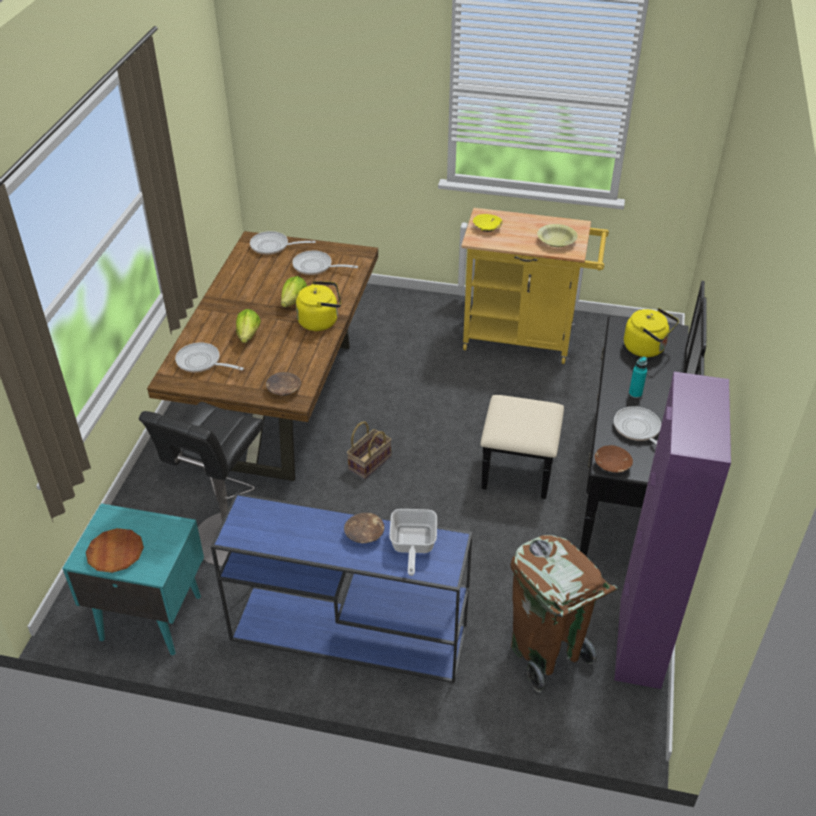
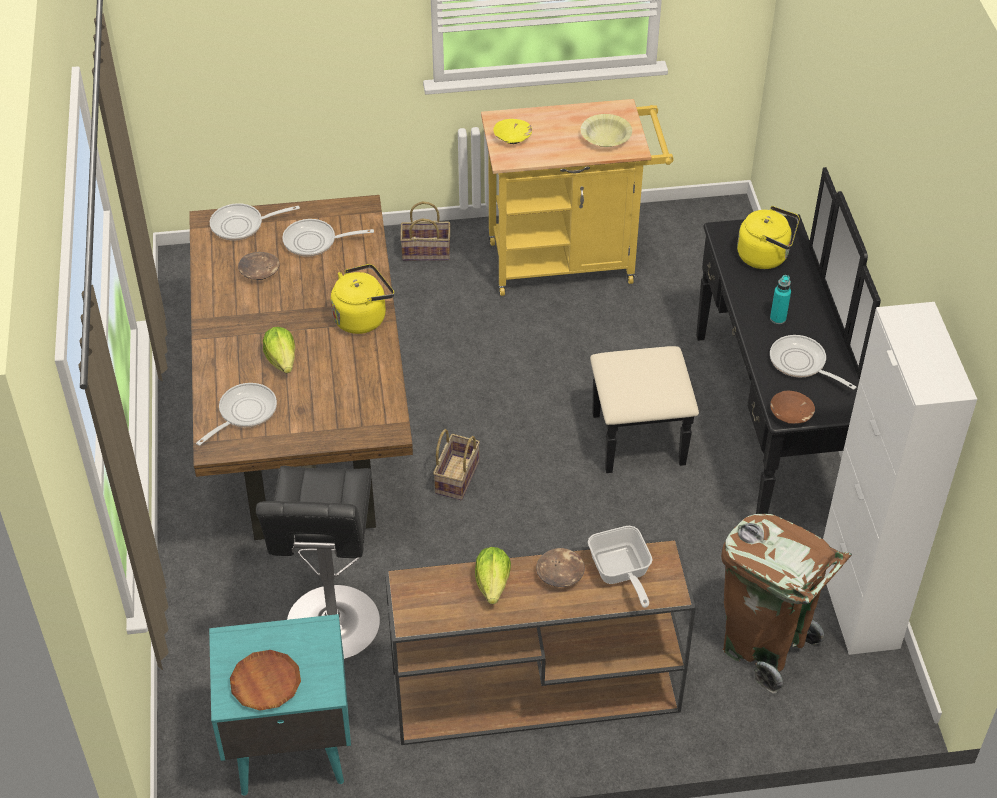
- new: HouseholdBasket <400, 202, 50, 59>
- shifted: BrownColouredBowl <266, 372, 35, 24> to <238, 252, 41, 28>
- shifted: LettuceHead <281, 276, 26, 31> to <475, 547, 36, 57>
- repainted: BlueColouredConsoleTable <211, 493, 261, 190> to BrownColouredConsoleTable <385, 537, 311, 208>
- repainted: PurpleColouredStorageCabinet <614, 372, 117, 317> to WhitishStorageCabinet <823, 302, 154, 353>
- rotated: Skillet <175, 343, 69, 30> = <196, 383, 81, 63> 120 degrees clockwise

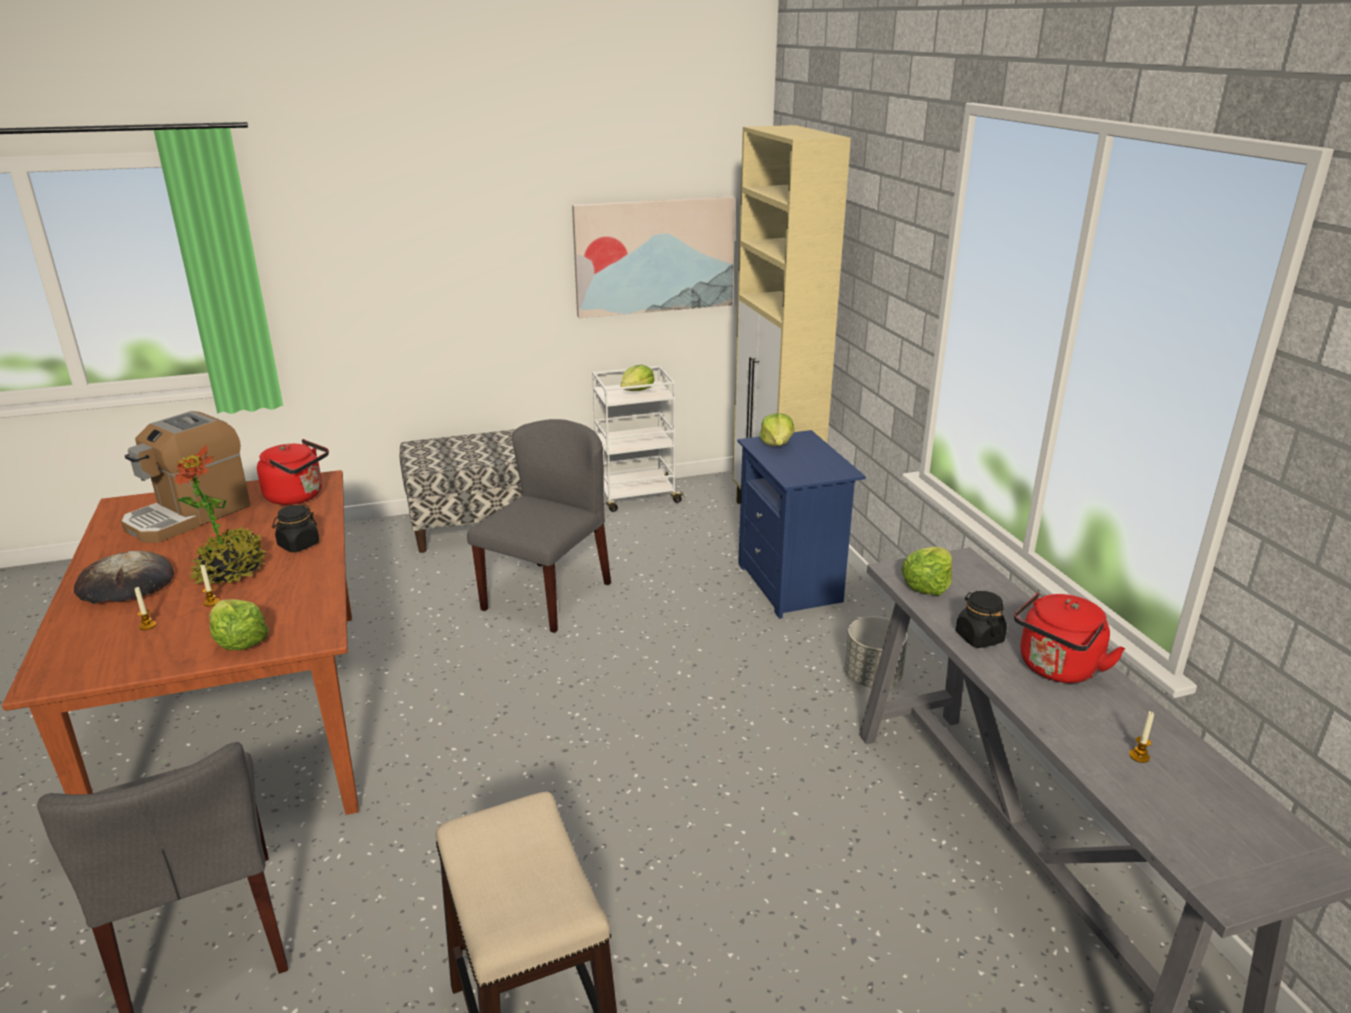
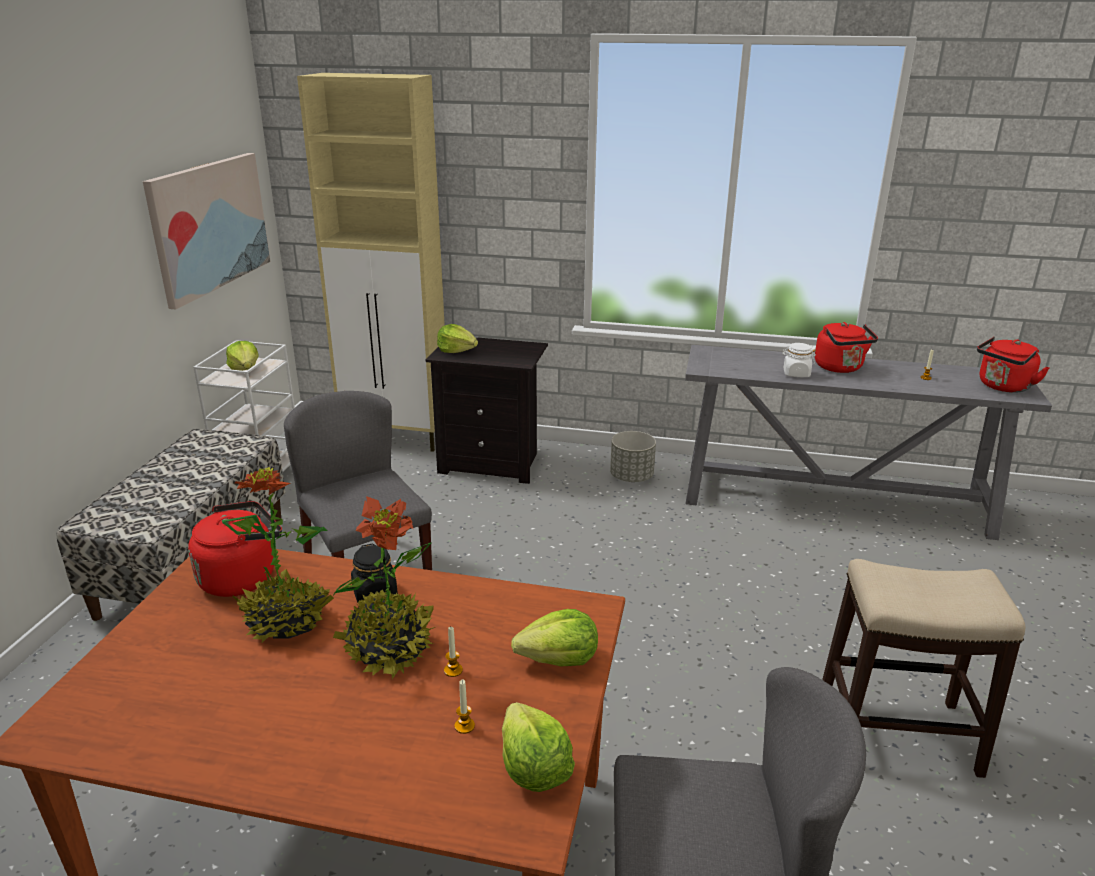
- gone: BakedBread <74, 551, 100, 53>
- gone: CoffeeMachine <121, 411, 130, 131>
- new: PottedPlant <222, 467, 112, 176>
- new: RedColouredKettle <977, 337, 72, 56>
- shifted: LettuceHead <901, 546, 51, 50> to <502, 702, 73, 90>
- repainted: BlueColouredNightTable <737, 430, 129, 189> to BlackishNightTable <426, 337, 122, 147>
- repainted: BlackishJar <956, 591, 51, 57> to WhitishJar <782, 343, 34, 34>

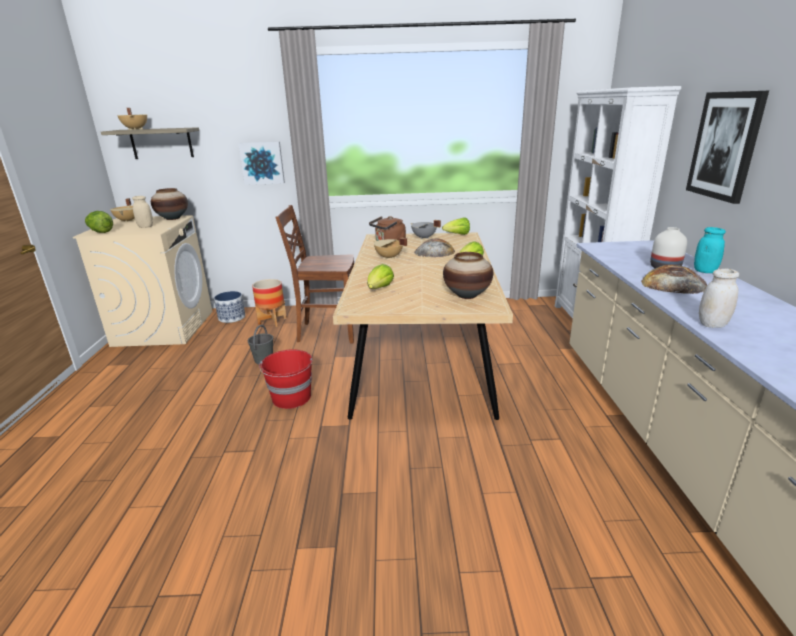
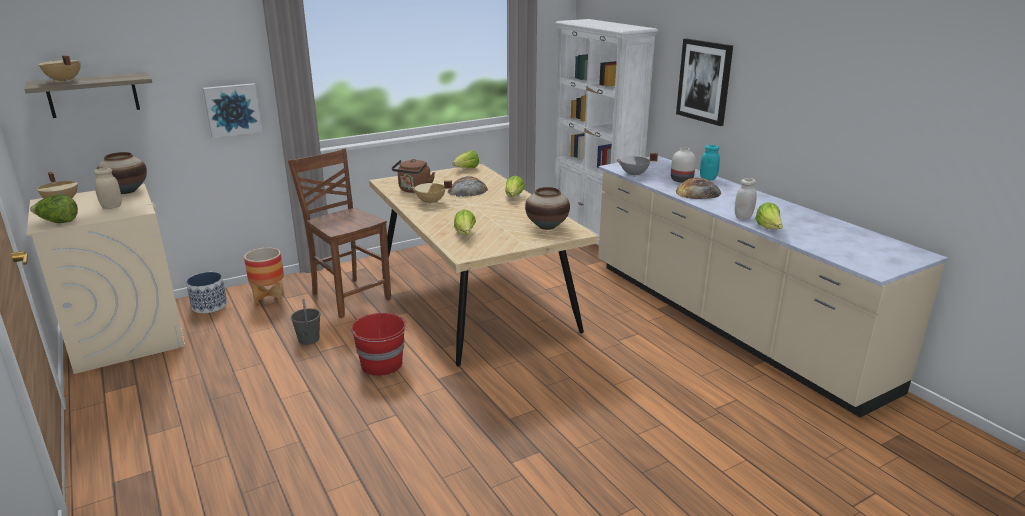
- new: LettuceHead <755, 202, 28, 27>
- shifted: GrayCookingPot <411, 220, 30, 19> to <616, 153, 42, 24>
- rotated: BrownColouredChair <276, 205, 78, 138> = <288, 149, 103, 169> 75 degrees clockwise

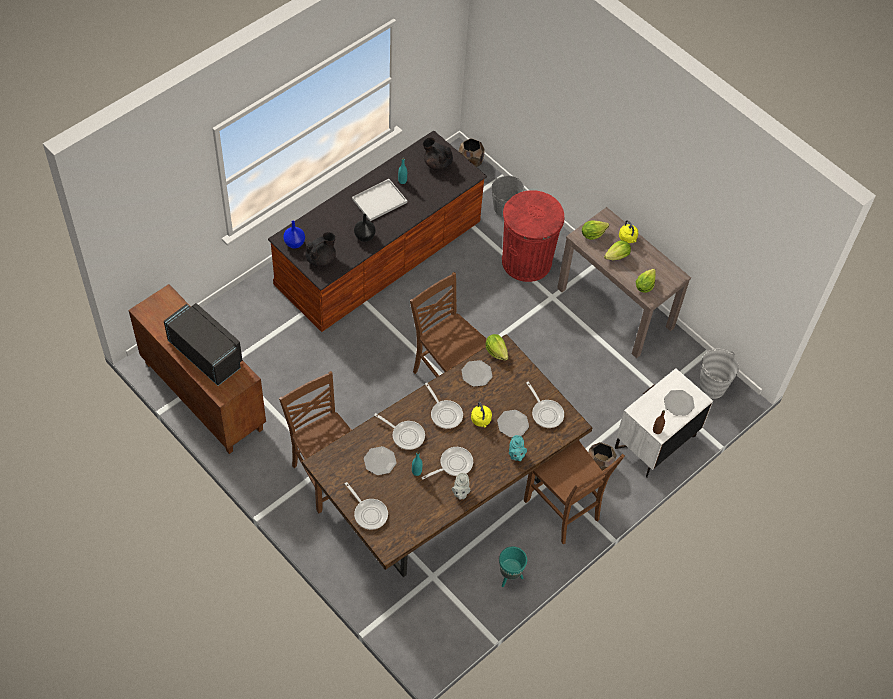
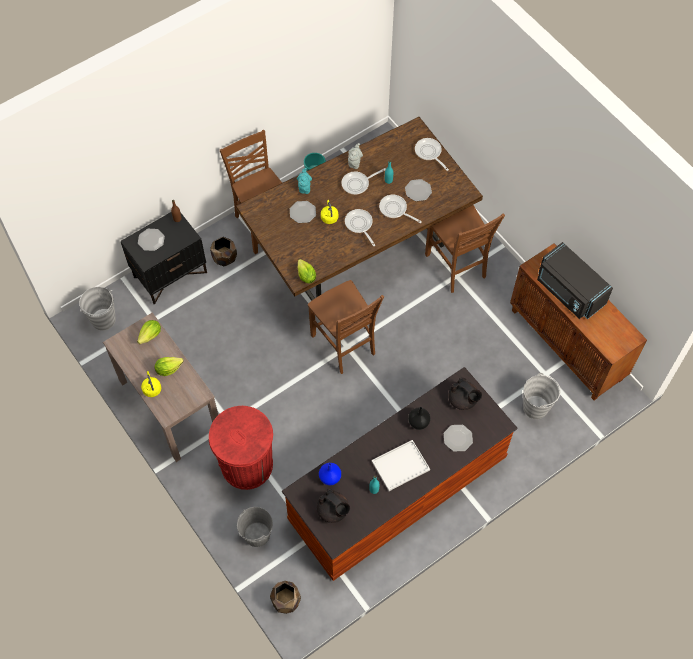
- gone: Skillet <526, 382, 38, 46>
- gone: LettuceHead <582, 220, 27, 20>
- new: GrayBucket <523, 372, 37, 47>
- shifted: BlueColouredVase <283, 221, 22, 28> to <319, 463, 22, 22>
- shifted: FlatDish <461, 360, 32, 27> to <444, 425, 29, 27>
- repainted: WhitishNightTable <615, 368, 98, 109> to BlackishNightTable <121, 212, 86, 93>
- rotated: BlackishTeaPot <305, 232, 31, 35> = <448, 378, 34, 32> 105 degrees counterclockwise

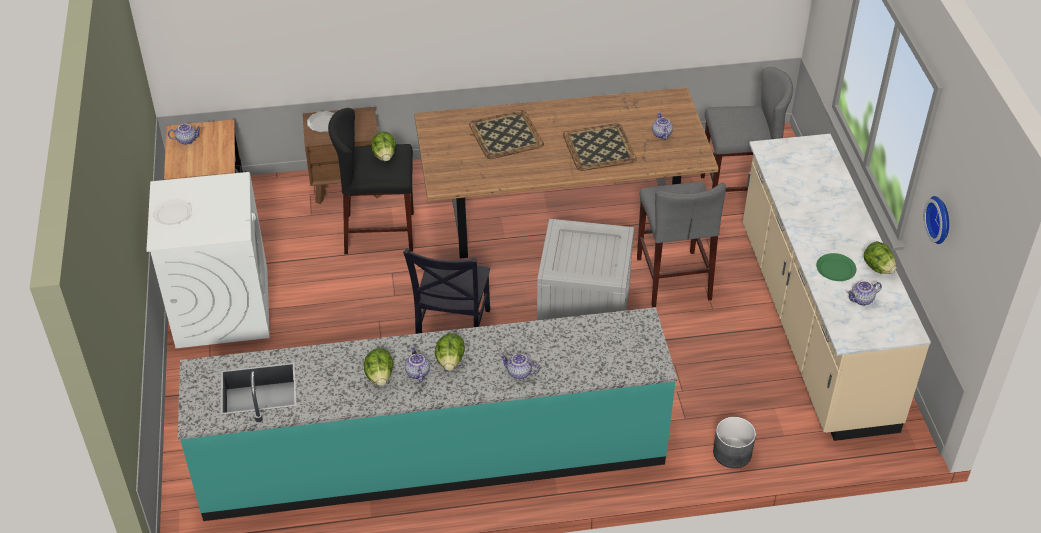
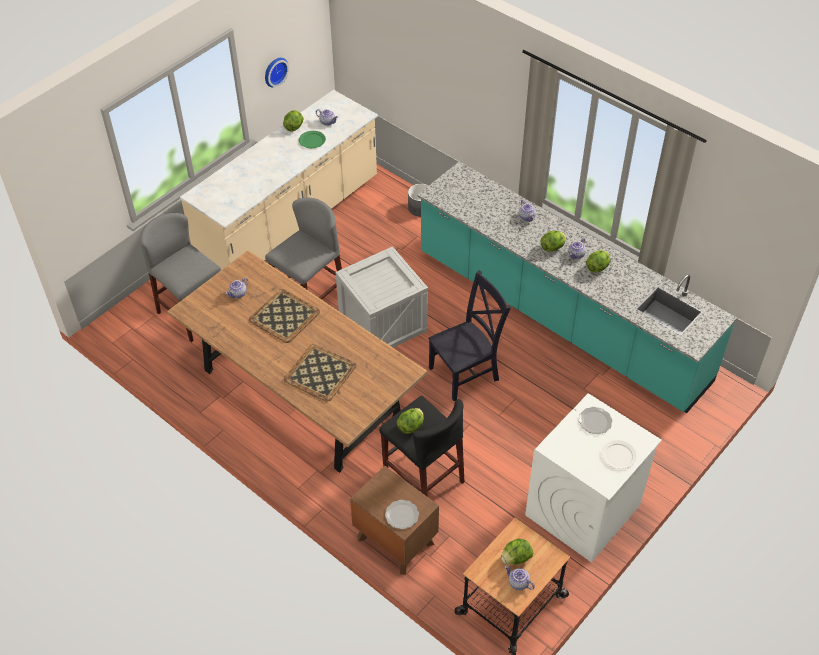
- new: LettuceHead <501, 539, 32, 26>
- new: FlatDish <579, 407, 33, 27>

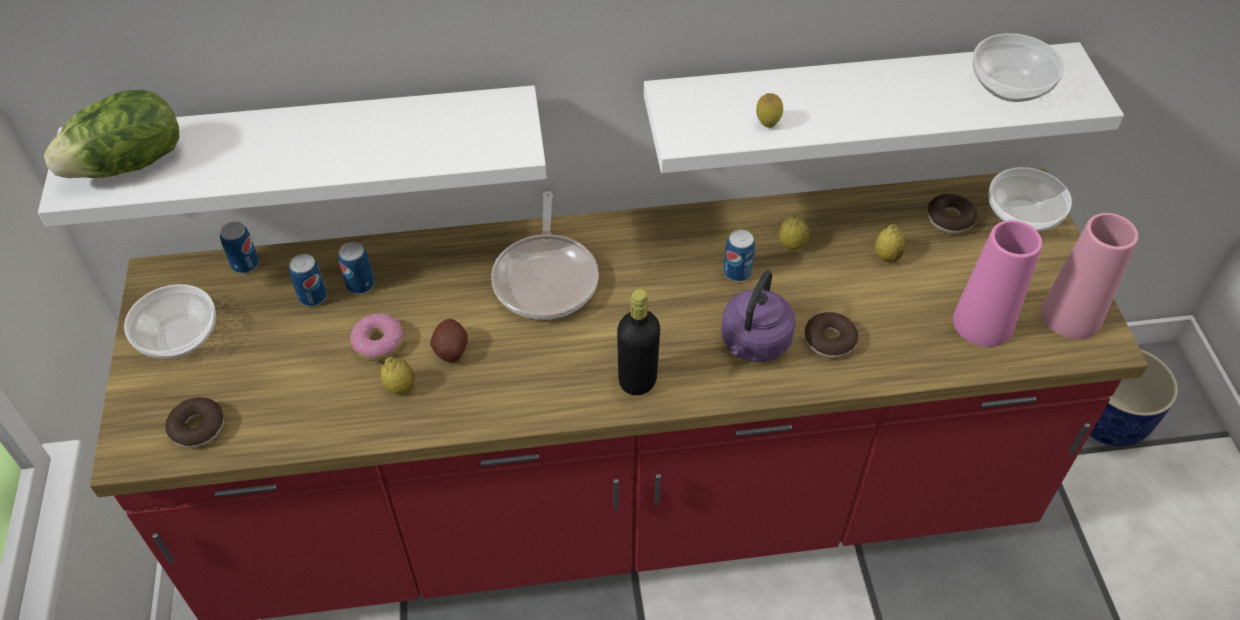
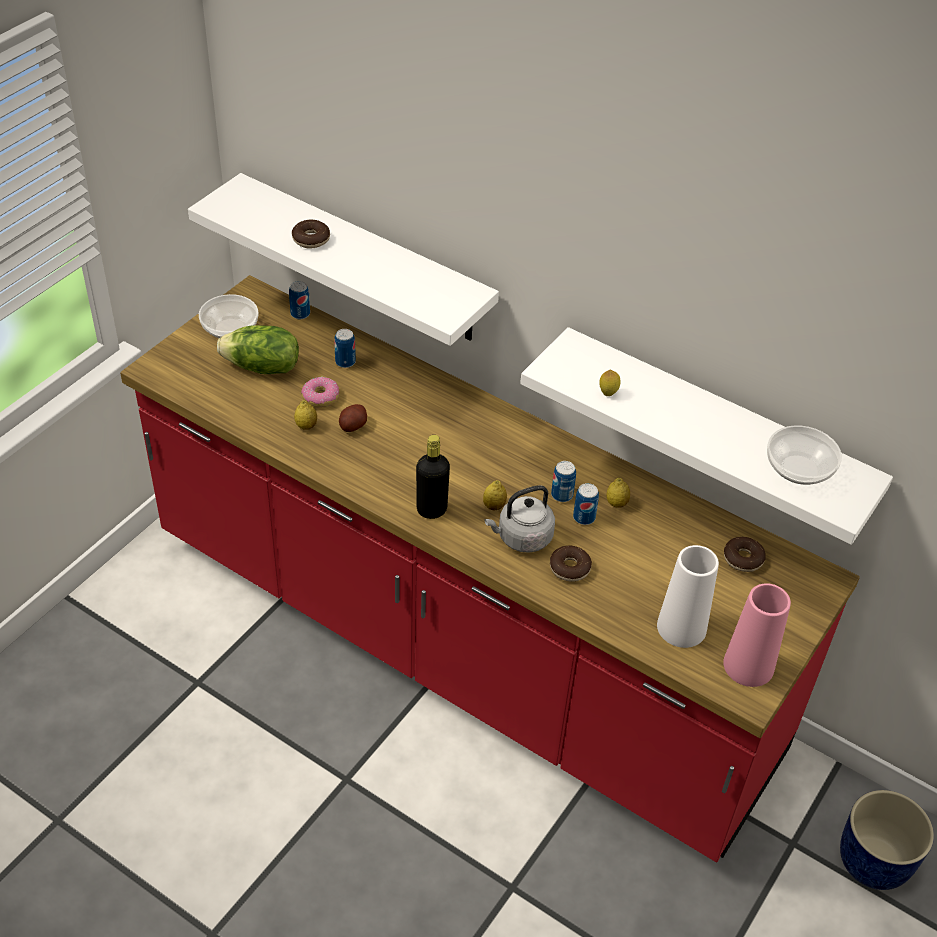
- gone: Skillet <491, 191, 108, 129>
- gone: Bowl <989, 167, 83, 65>
- shifted: LettuceHead <44, 90, 135, 88> to <217, 325, 82, 49>
- shifted: RingDoughnut <166, 397, 58, 51> to <292, 220, 38, 29>
- shifted: SealedCan <289, 254, 38, 52> to <573, 483, 26, 42>
- shifted: CitrusFruit <875, 224, 31, 38> to <483, 480, 24, 31>
- repainted: PurpleColouredKettle <721, 270, 74, 92> to GrayKettle <484, 485, 71, 68>
- repainted: PinkColouredVase <953, 220, 89, 127> to WhitishVase <657, 545, 62, 103>

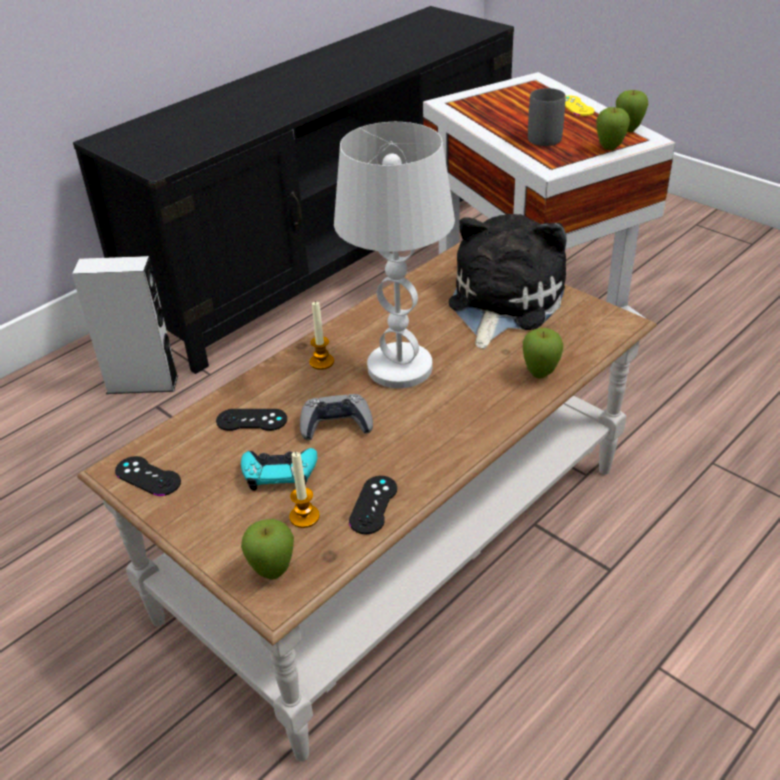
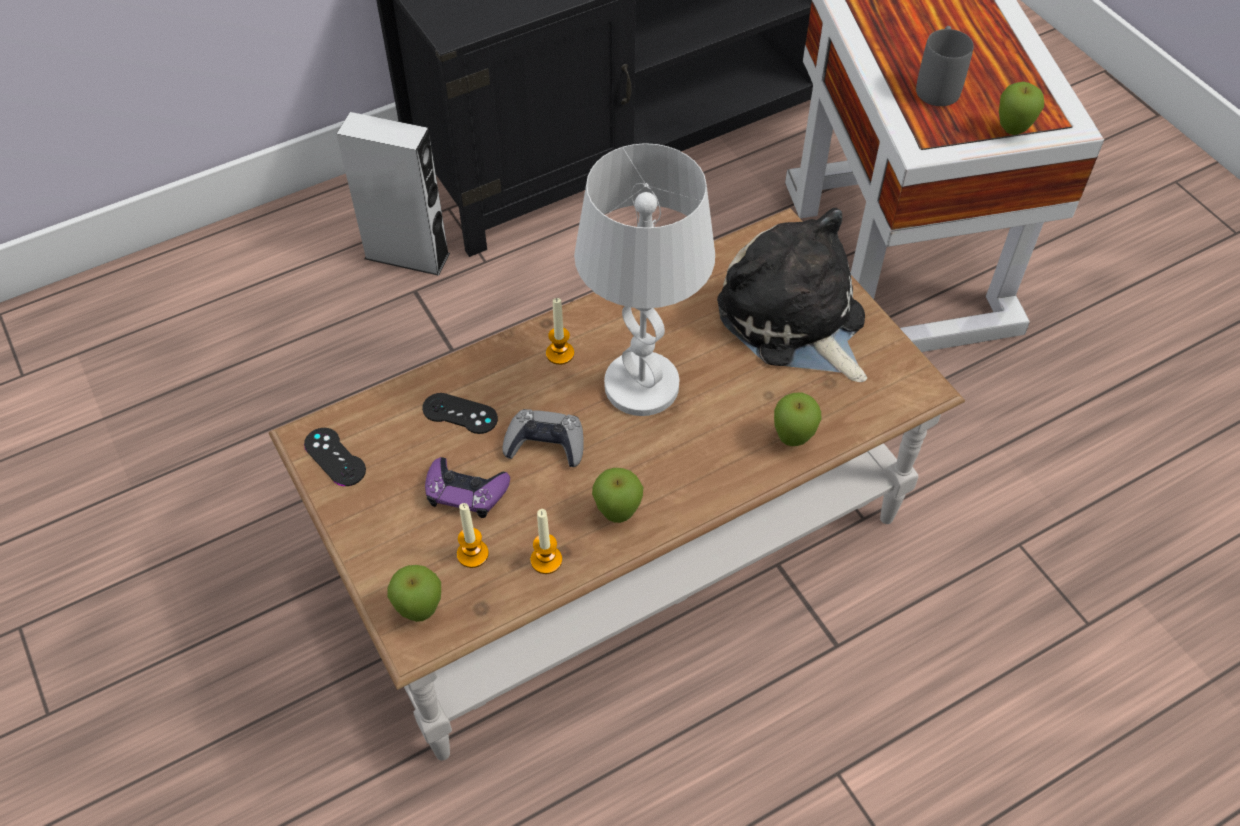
- gone: YellowishGameController <565, 96, 29, 20>
- shifted: Apple <616, 90, 32, 42> to <592, 468, 51, 55>
- swapped: BlackishGameController <349, 476, 48, 58> to WaxCandle <531, 509, 31, 65>
- repainted: BlueGreenGameController <241, 448, 76, 43> to PurpleColouredGameController <425, 457, 85, 61>
- rotated: PlushToy <449, 214, 118, 135> = <717, 208, 150, 174> 75 degrees counterclockwise

